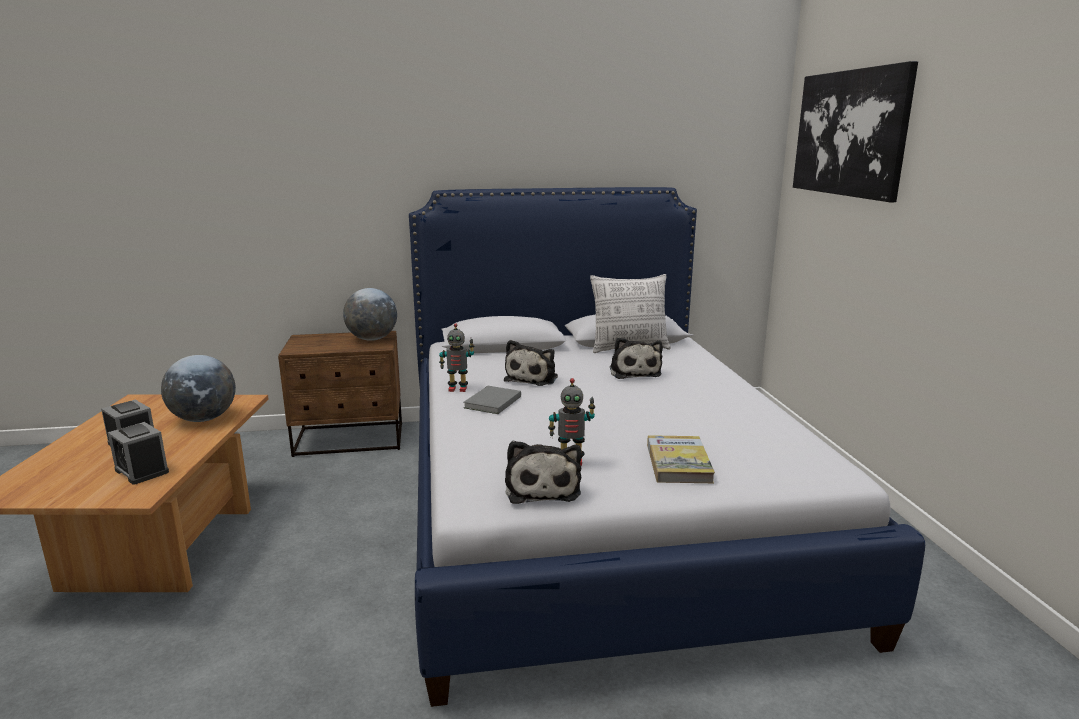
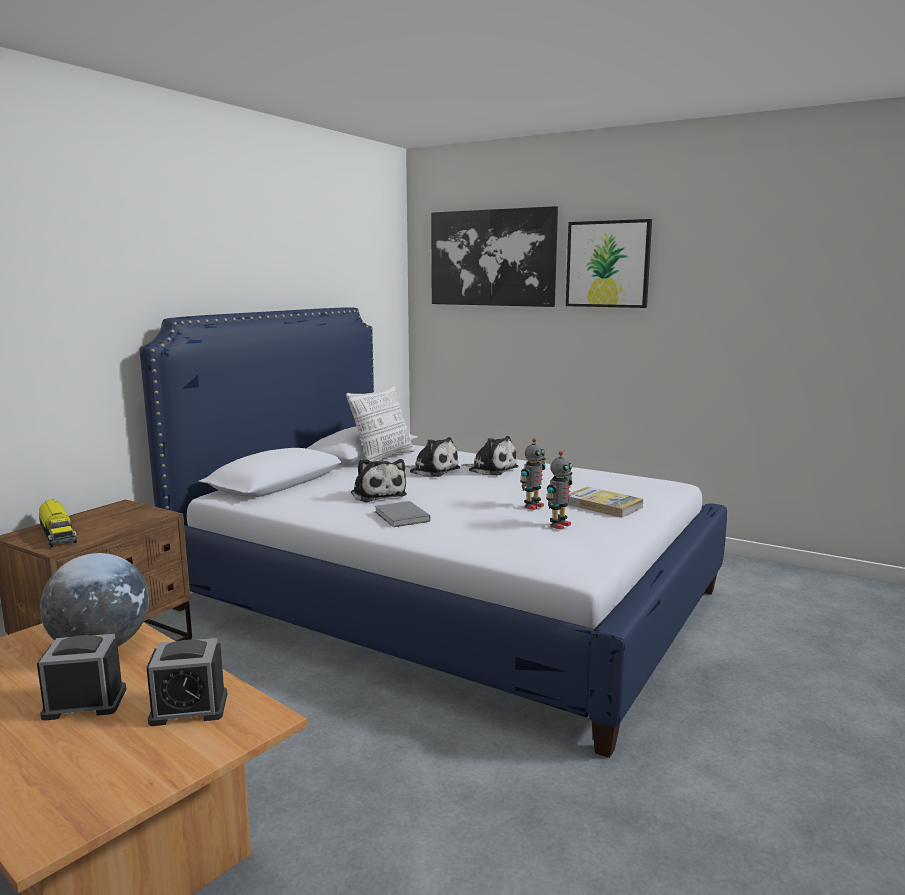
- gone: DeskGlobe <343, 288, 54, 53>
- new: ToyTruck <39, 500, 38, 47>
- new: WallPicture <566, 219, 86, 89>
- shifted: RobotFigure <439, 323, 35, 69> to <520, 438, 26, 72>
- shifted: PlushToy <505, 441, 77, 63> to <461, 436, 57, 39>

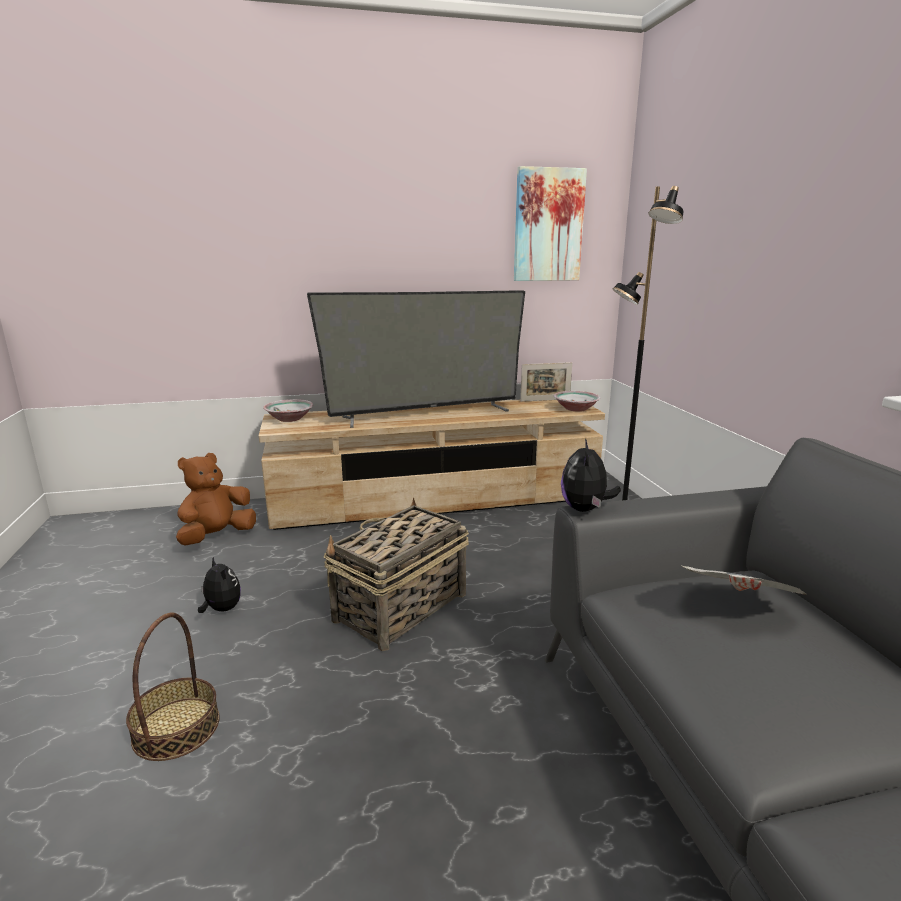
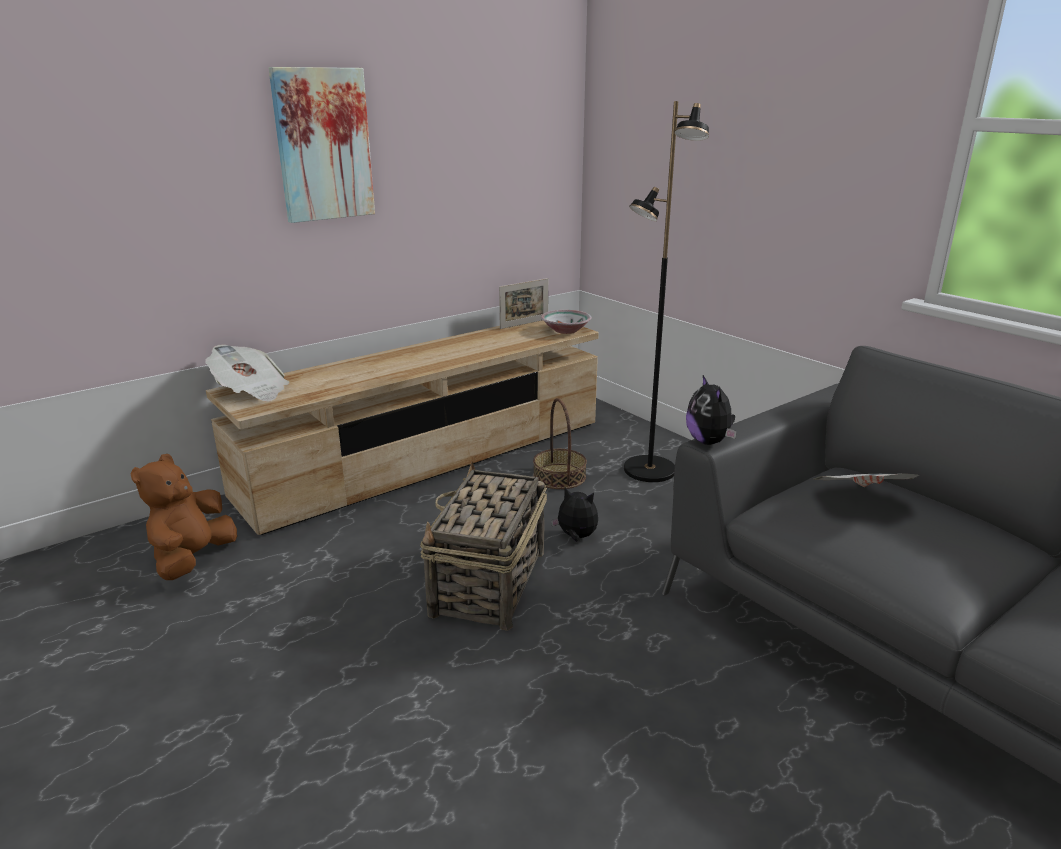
- gone: TvSet <307, 290, 218, 138>
- shifted: HouseholdBasket <126, 612, 94, 149> to <533, 398, 54, 91>
- shifted: PlushToy <198, 557, 43, 56> to <551, 487, 47, 55>
- shifted: WallPicture <514, 166, 73, 115> to <268, 67, 107, 156>
- swapped: Bowl <263, 399, 50, 23> to DailyPaper <205, 344, 84, 58>

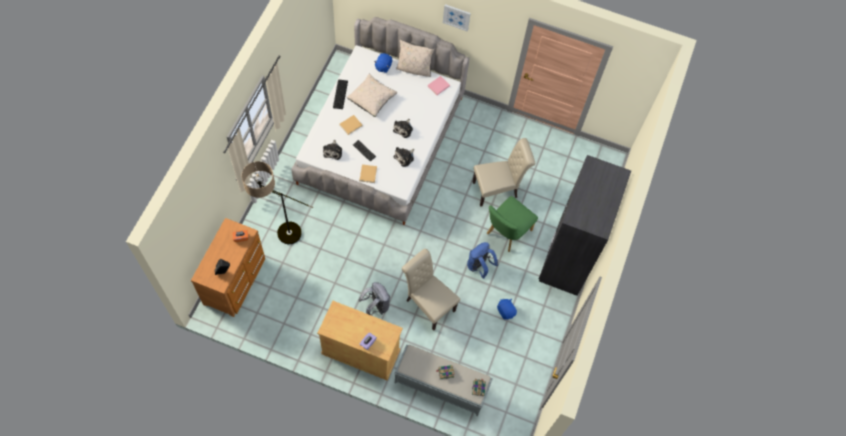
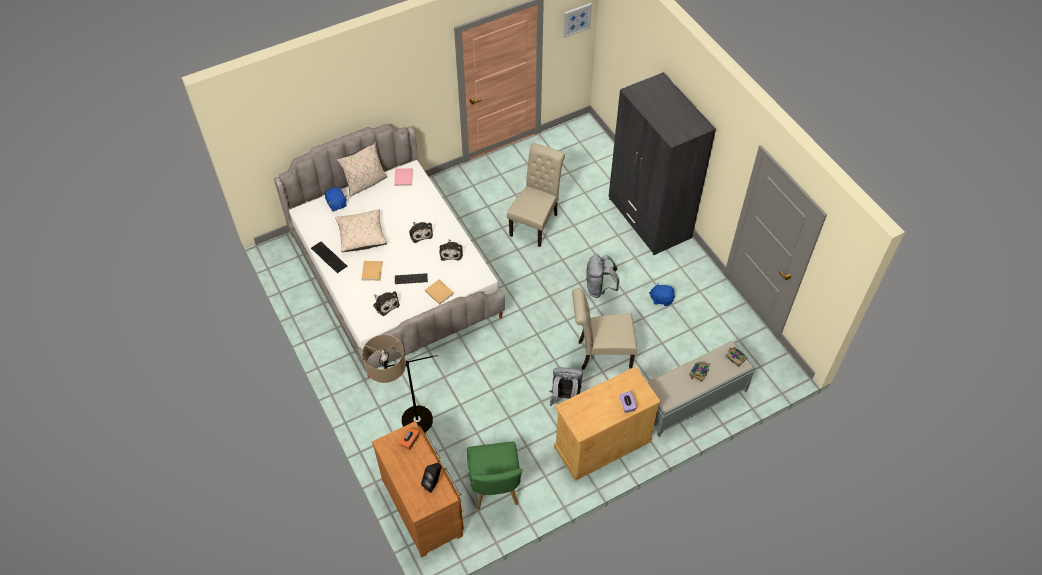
- shifted: WallPicture <443, 4, 28, 27> to <563, 3, 29, 35>
- shifted: GreenColouredChair <487, 196, 51, 56> to <467, 442, 55, 68>
- repainted: BlueColouredRucksack <467, 242, 31, 37> to GrayRucksack <586, 254, 33, 44>

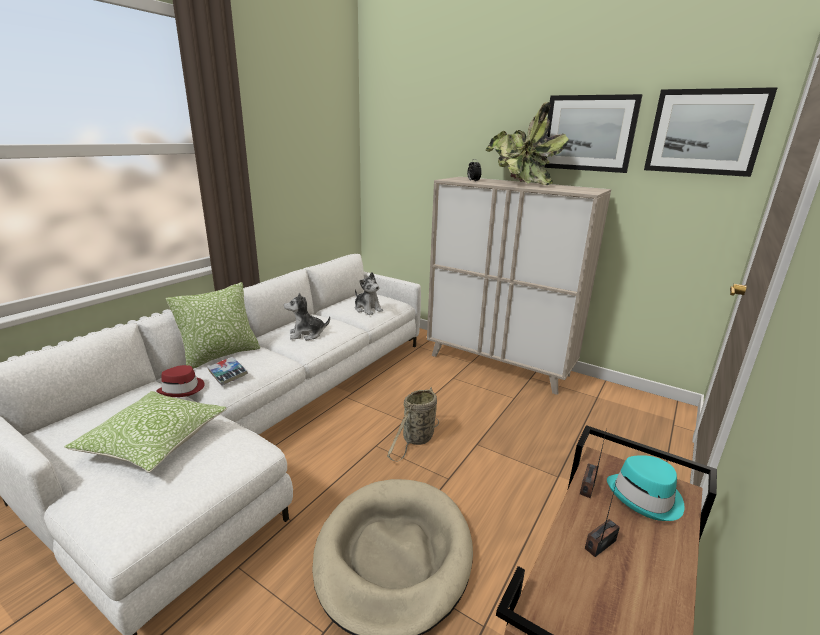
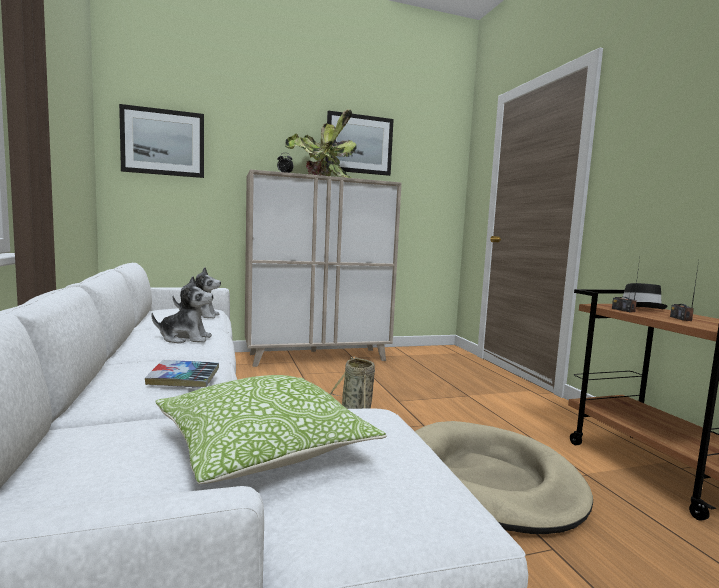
- gone: RedColouredWearableHat <156, 365, 49, 32>
- gone: Pillow <166, 282, 94, 87>
- shifted: WallPicture <644, 87, 134, 90> to <119, 104, 85, 74>
- repainted: BlueGreenWearableHat <607, 455, 77, 66> to BlackishWearableHat <622, 283, 46, 26>
- rotated: PlushToy <284, 293, 46, 47> = <152, 277, 61, 67> 120 degrees counterclockwise

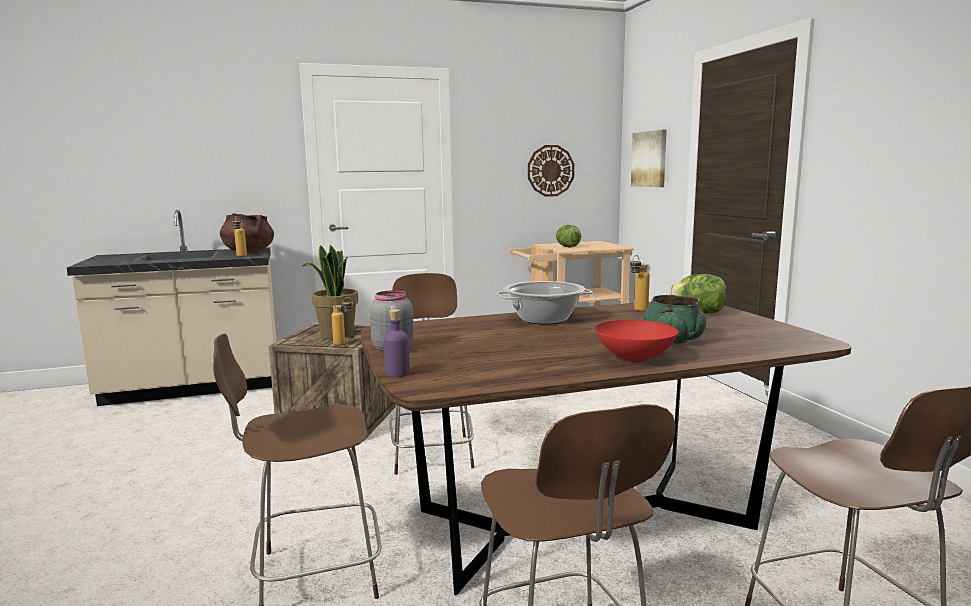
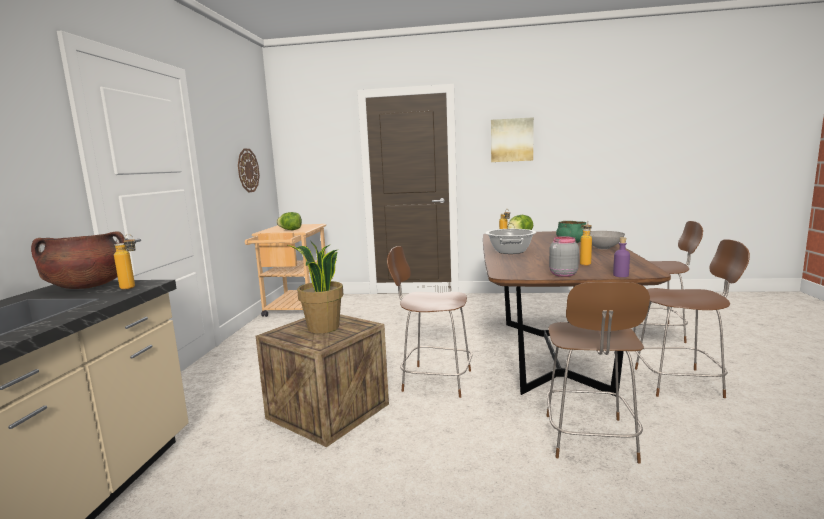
- shifted: DrinkBottle <331, 297, 22, 48> to <580, 221, 12, 45>
- shifted: WallPicture <631, 129, 36, 58> to <491, 117, 43, 45>
- repainted: RedColouredBowl <595, 320, 84, 42> to GrayBowl <590, 231, 35, 18>

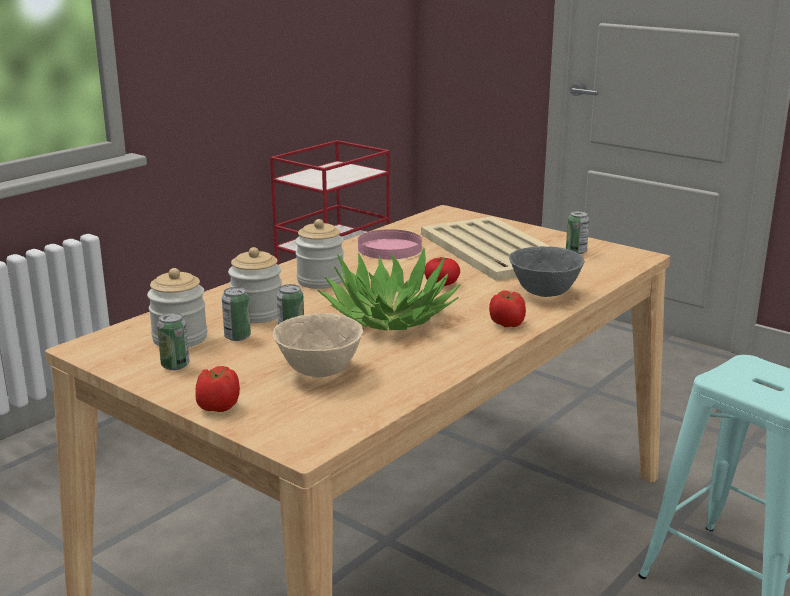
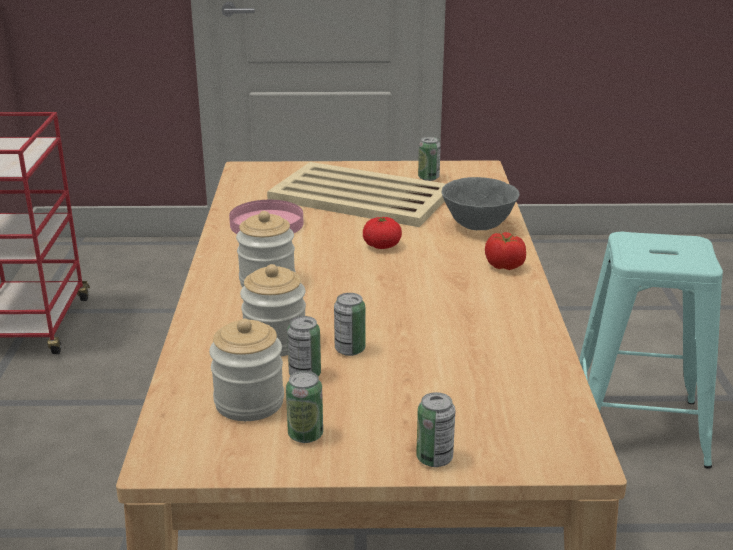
- gone: BeigeBowl <273, 313, 90, 65>
- gone: PottedPlant <318, 248, 142, 83>
- swapped: WholeTomato <195, 366, 45, 46> to SealedCan <416, 392, 39, 75>

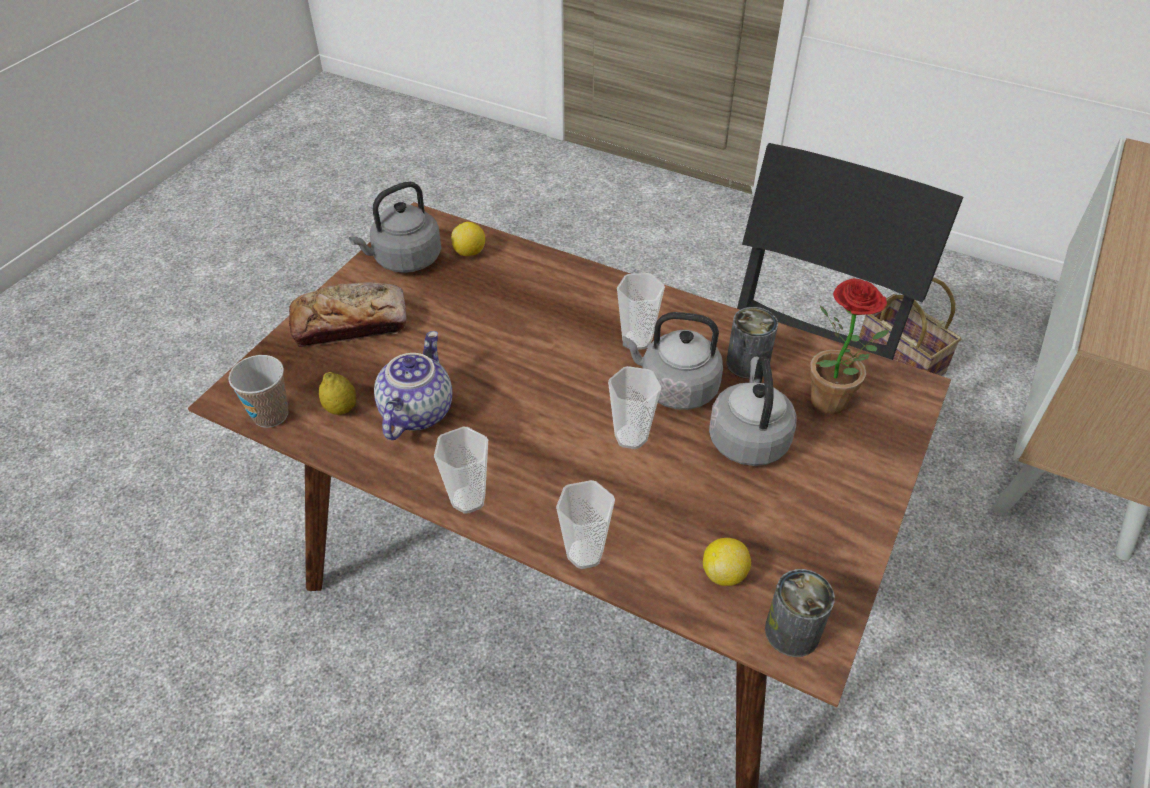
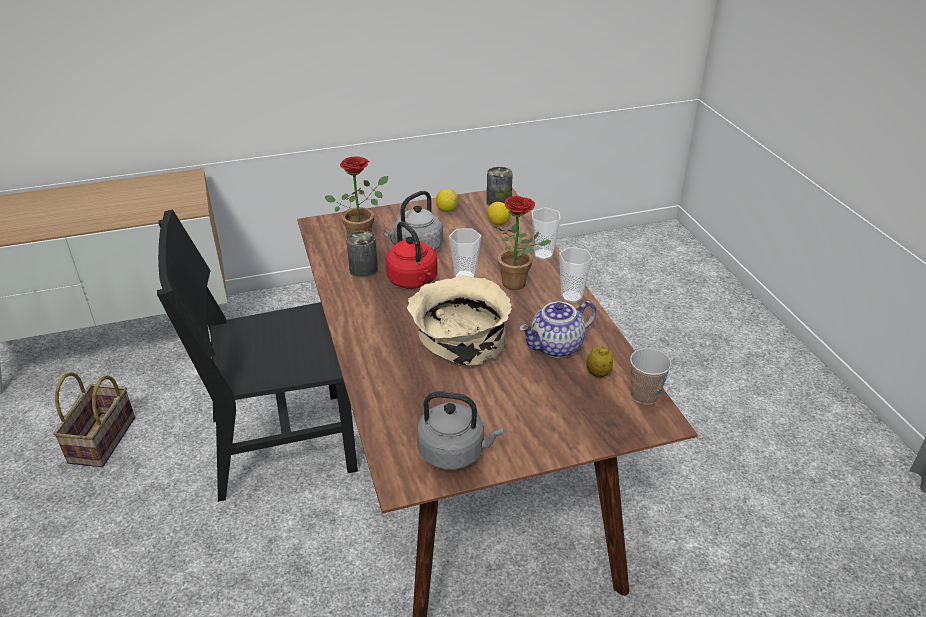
- gone: BakedBread <289, 282, 118, 65>
- gone: Cup <617, 273, 48, 77>
- new: BeigeBowl <407, 275, 105, 91>
- new: PottedPlant <495, 196, 56, 94>
- shifted: CitrusFruit <451, 222, 34, 34> to <436, 189, 22, 23>
- repainted: GrayKettle <623, 312, 100, 98> to RedColouredKettle <386, 221, 52, 68>

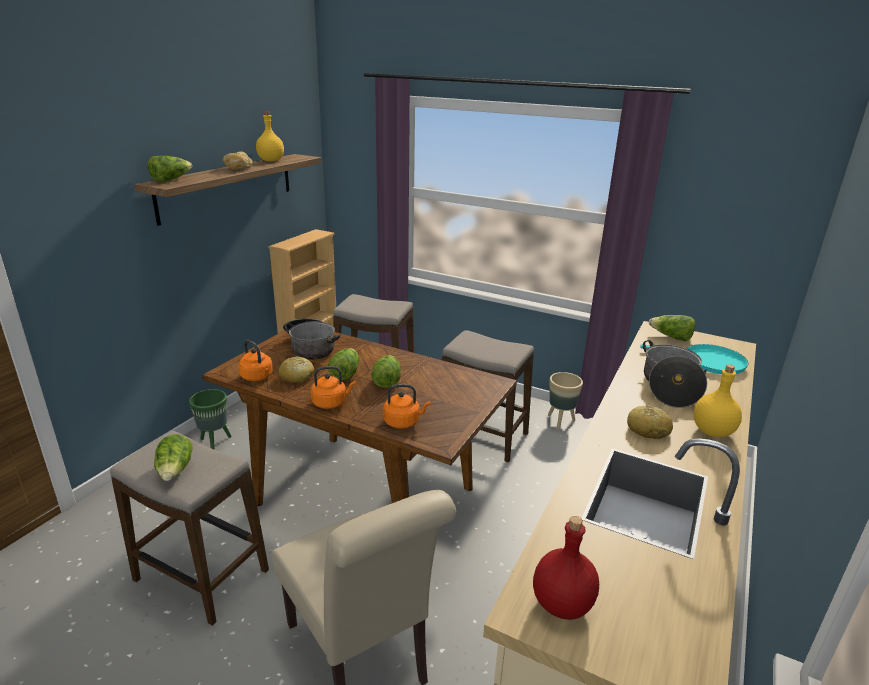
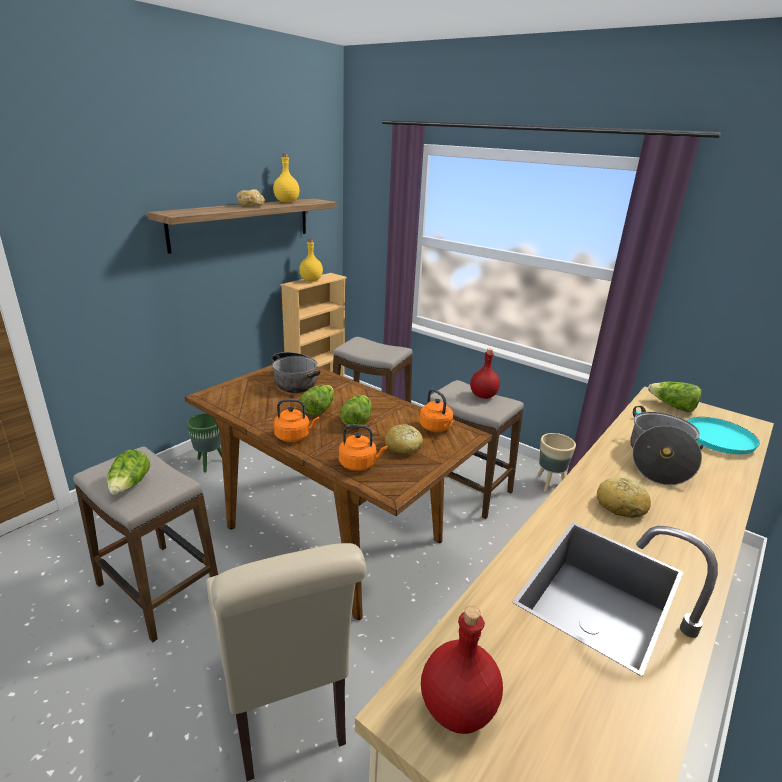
- gone: LettuceHead <147, 156, 45, 26>
- new: RedColouredDrinkBottle <470, 349, 30, 50>
- shifted: OrangeColouredKettle <239, 340, 34, 41> to <419, 389, 35, 43>
- shifted: BakedBread <279, 356, 36, 27> to <385, 424, 38, 31>
- shifted: YellowishDrinkBottle <694, 364, 48, 73> to <299, 239, 24, 42>

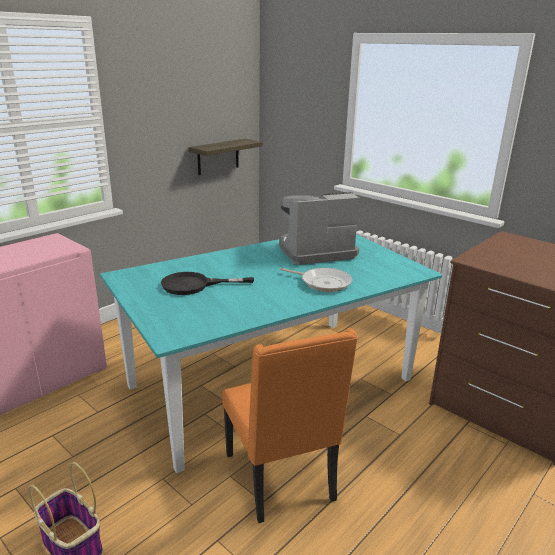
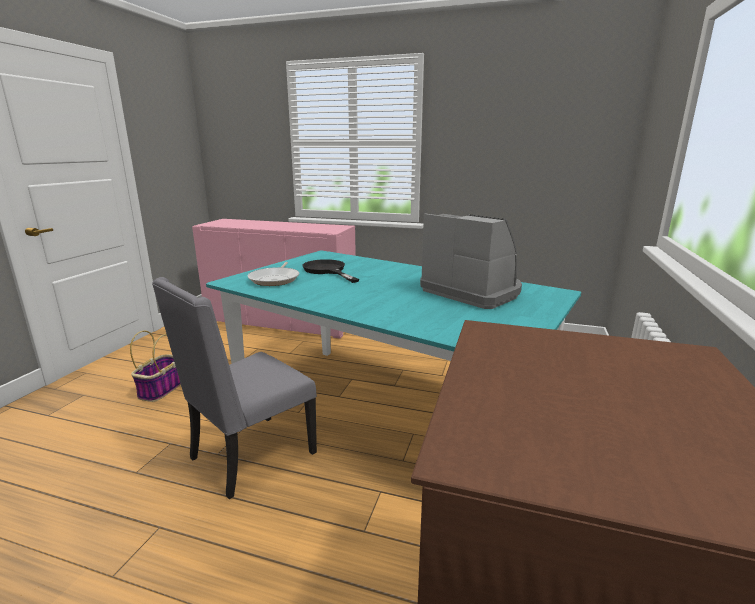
- gone: BracketShelf <188, 139, 74, 36>
- shifted: Skillet <279, 268, 74, 24> to <248, 262, 51, 24>
- repainted: OrangeColouredChair <222, 328, 136, 195> to GrayChair <152, 277, 165, 222>

